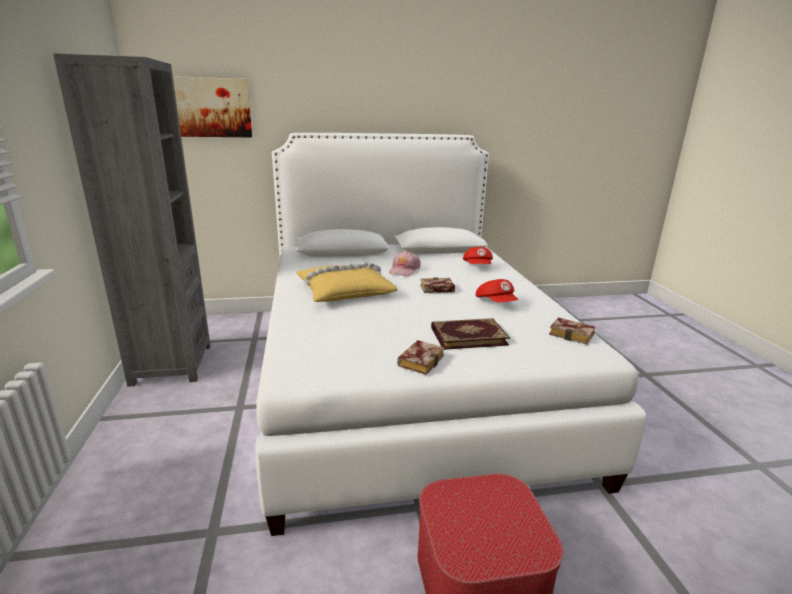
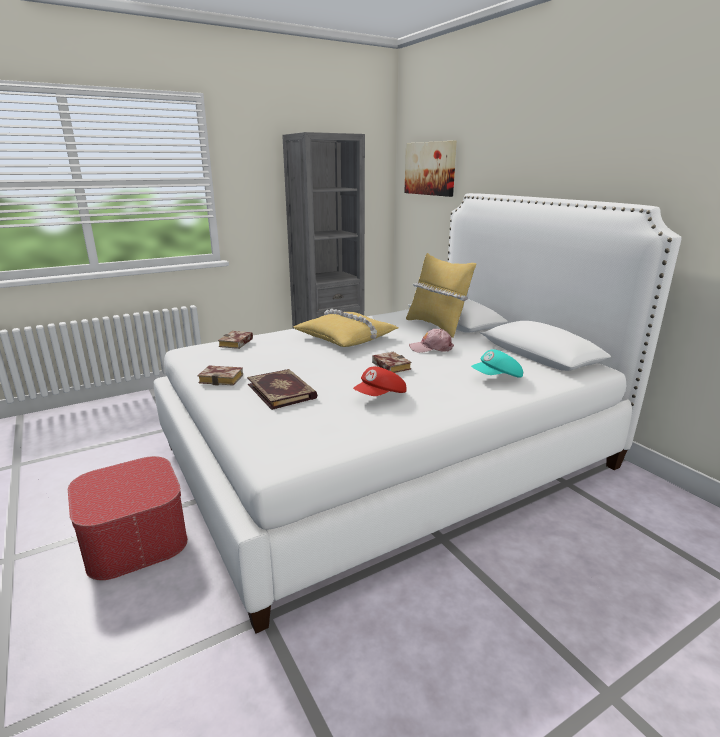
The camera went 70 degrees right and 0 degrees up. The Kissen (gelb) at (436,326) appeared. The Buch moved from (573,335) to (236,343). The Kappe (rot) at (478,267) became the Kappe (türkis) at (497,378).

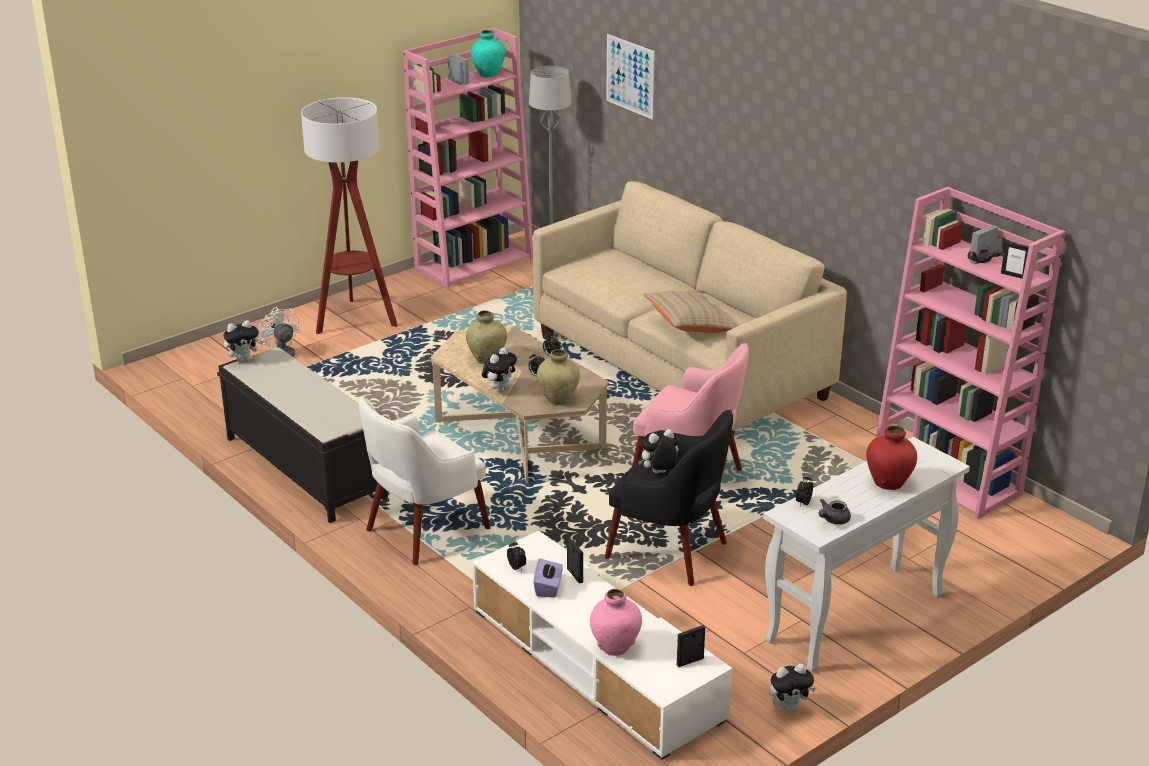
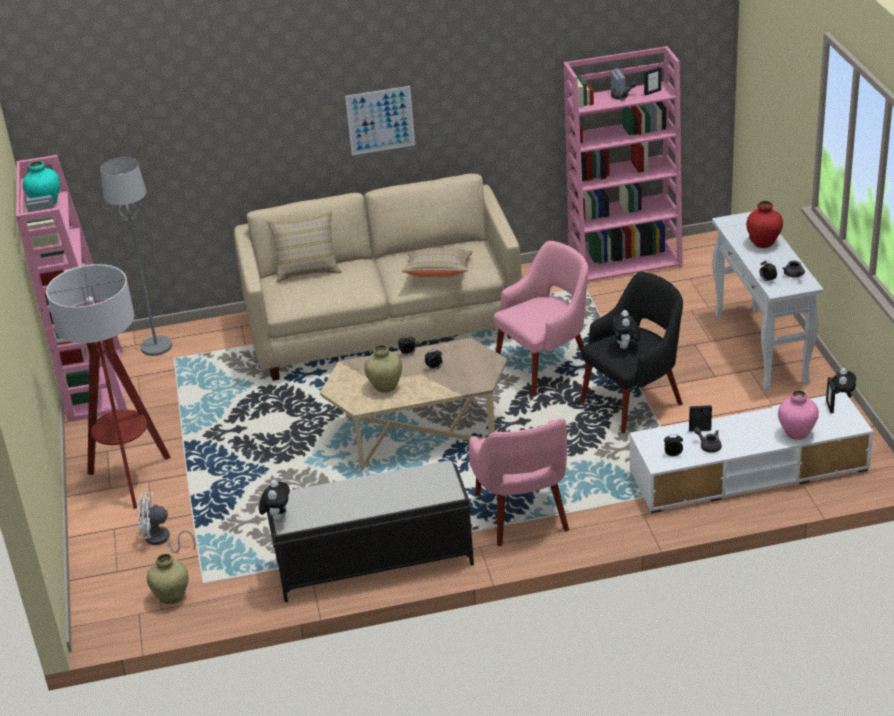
The camera went 60 degrees left and 5 degrees up. The Plüschtier at (500,389) disappeared. The Kissen (beige) at (307,269) appeared. The Vase (beige) moved from (558,399) to (172,597). The Bild moved from (630,76) to (380,120). The Taschentuchbox (lila) at (548,588) was replaced by the Teekanne (grau) at (708,445). The Sessel (weiß) at (425,530) became the Sessel (rosa) at (522,513).

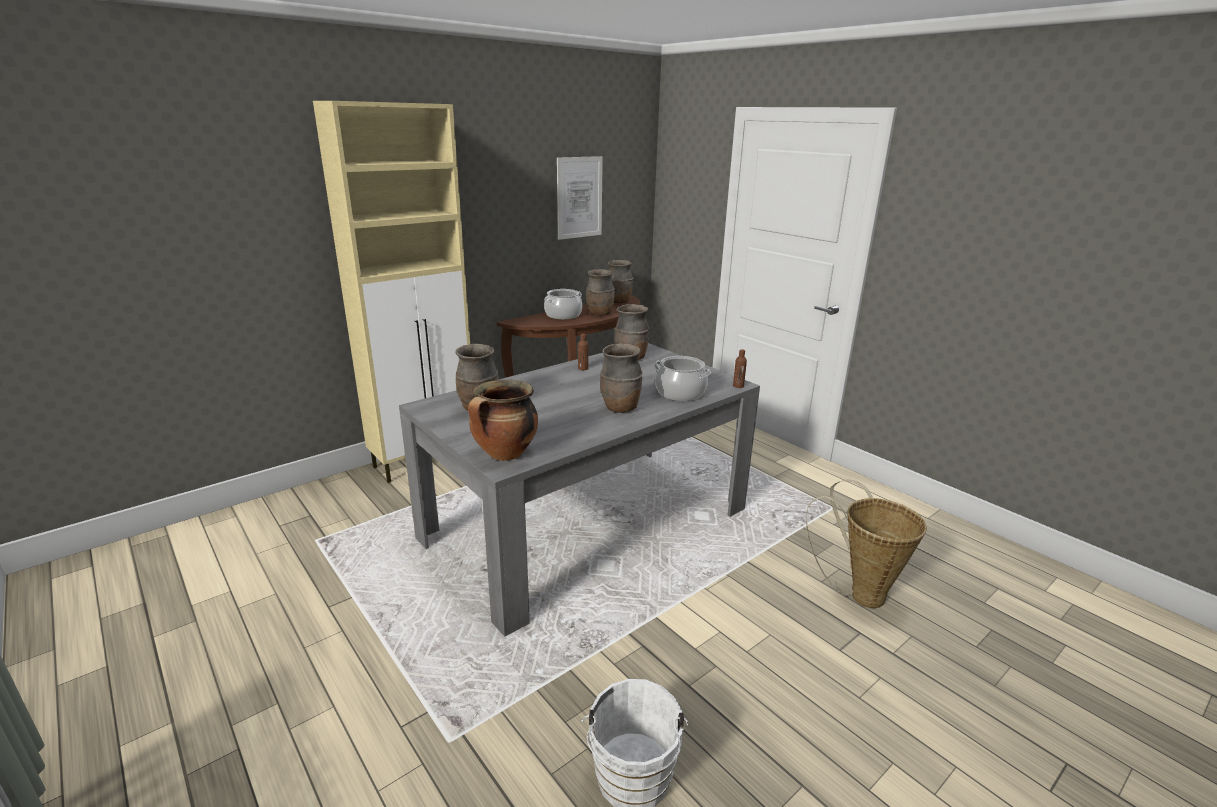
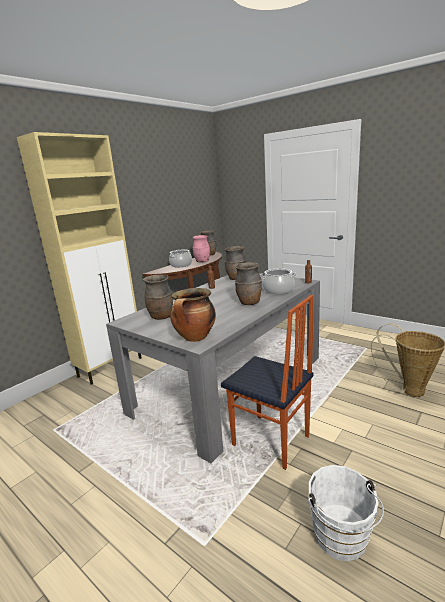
The camera went 10 degrees left and 5 degrees down. The Bild at (579,197) disappeared. The Stuhl at (270,441) appeared. The Vase (braun) at (600,314) became the Vase (rosa) at (202,261).

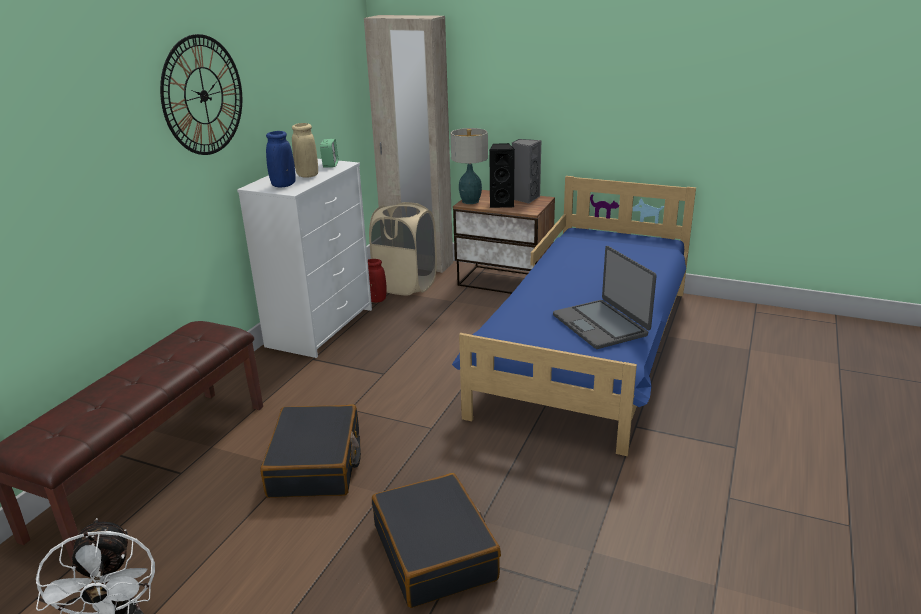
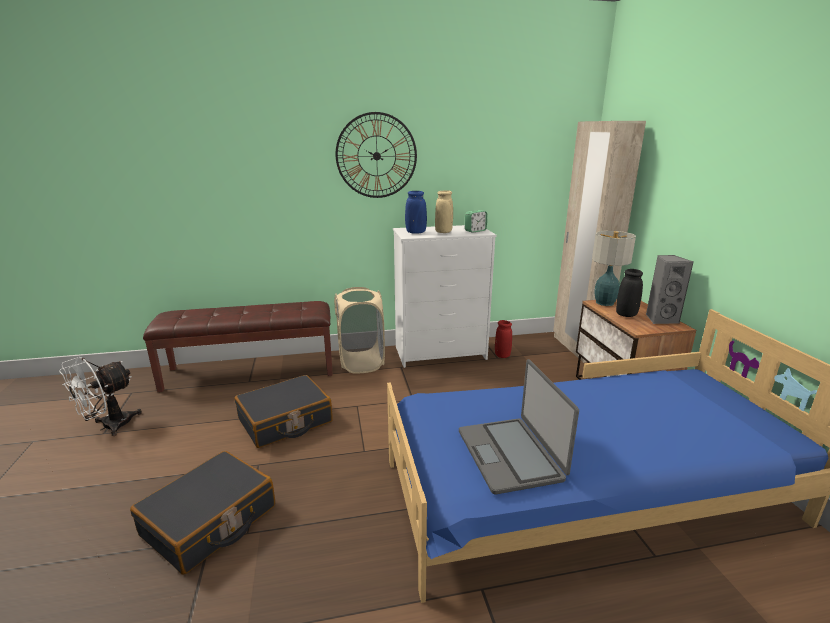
The camera went 55 degrees right and 5 degrees down. The Wäschekorb (beige) moved from (406,285) to (361,362). The Lautsprecher (schwarz) at (501,204) was replaced by the Vase (schwarz) at (626,314). The Laptop at (601,325) turned 45 degrees counterclockwise.

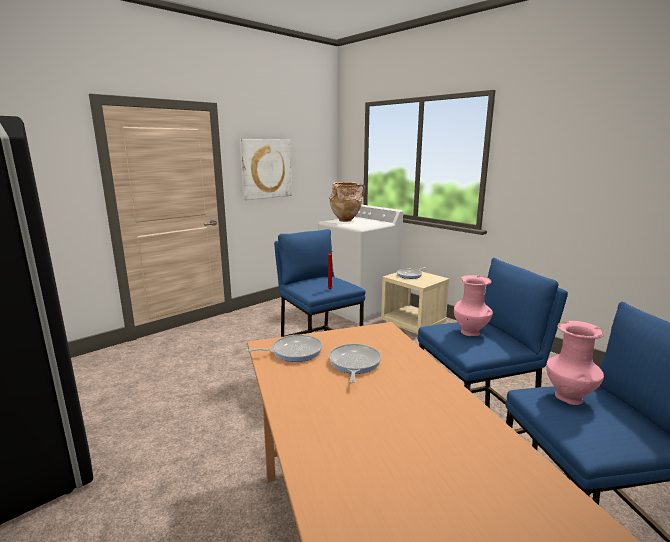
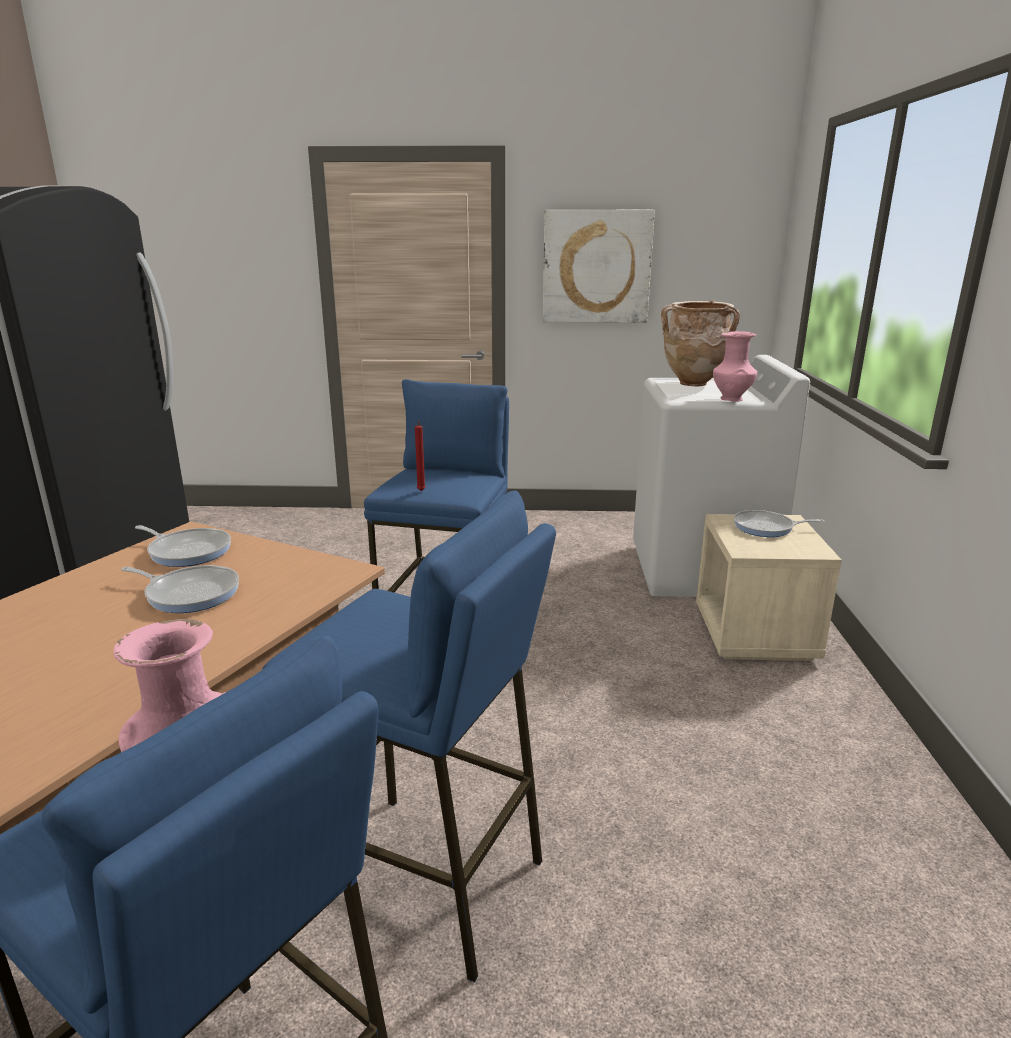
The camera went 45 degrees right and 5 degrees up. The Vase (rosa) moved from (471,333) to (732,399). The Pfanne at (354,364) turned 60 degrees clockwise.

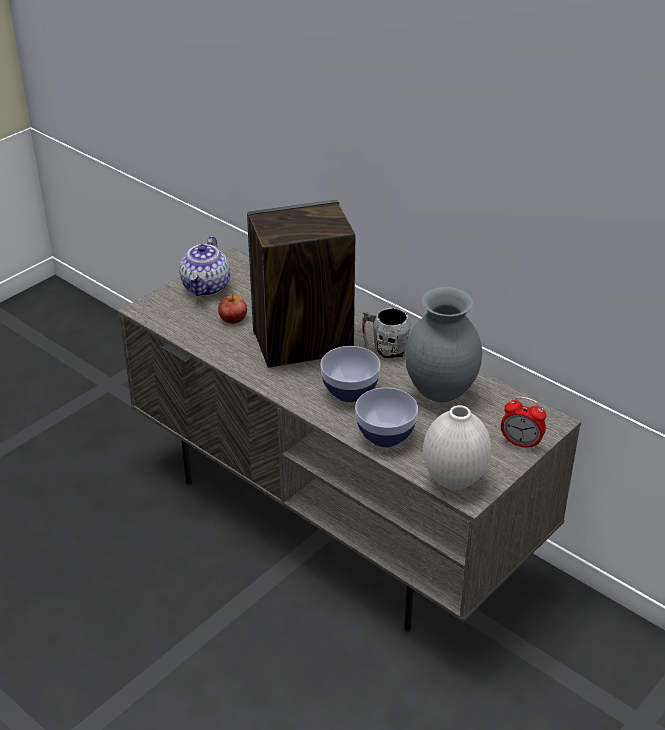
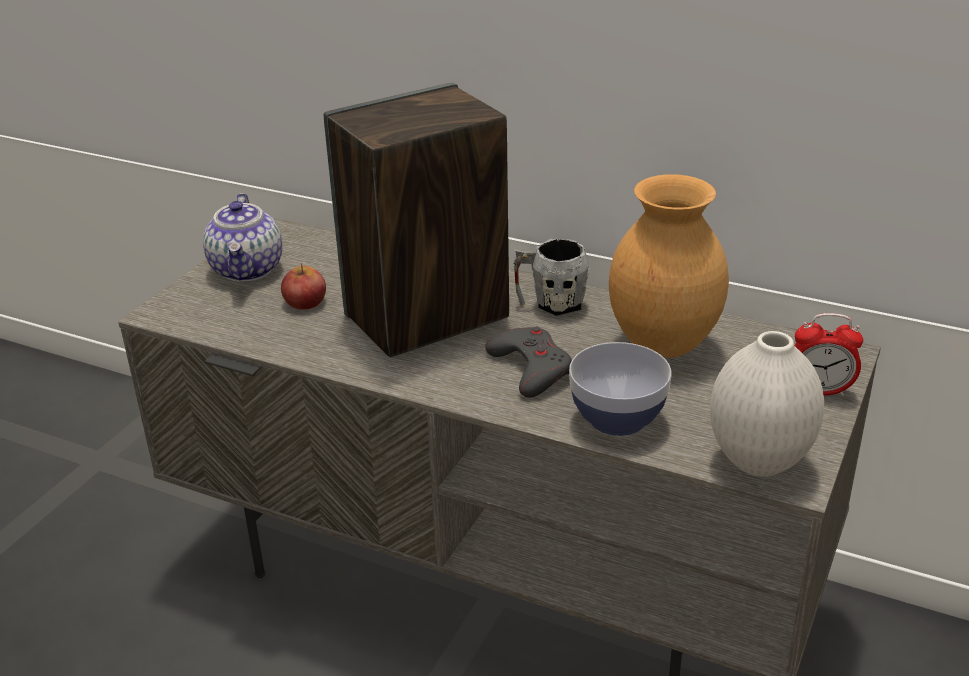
The camera went 15 degrees left and 5 degrees down. The Schüssel at (350,391) was replaced by the Gamepad (grau) at (530,368). The Vase (grau) at (441,392) became the Vase (braun) at (663,344).

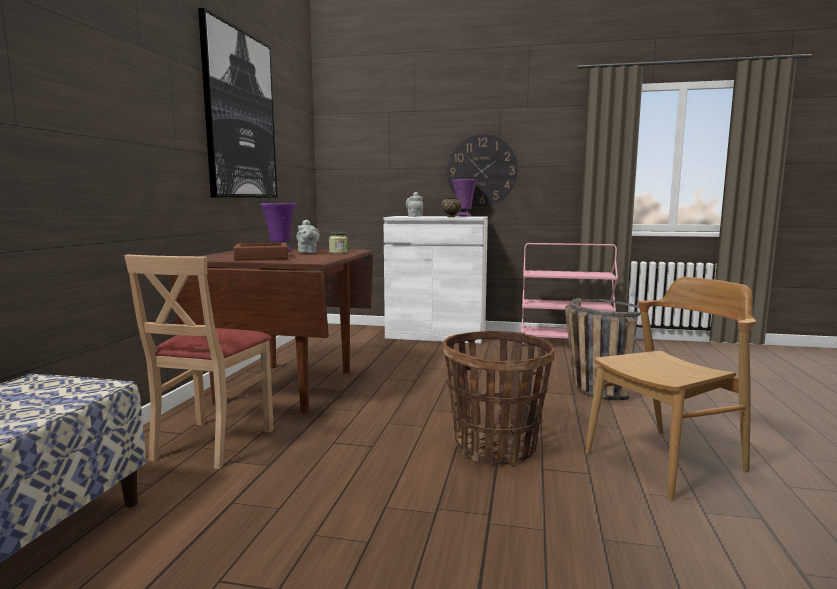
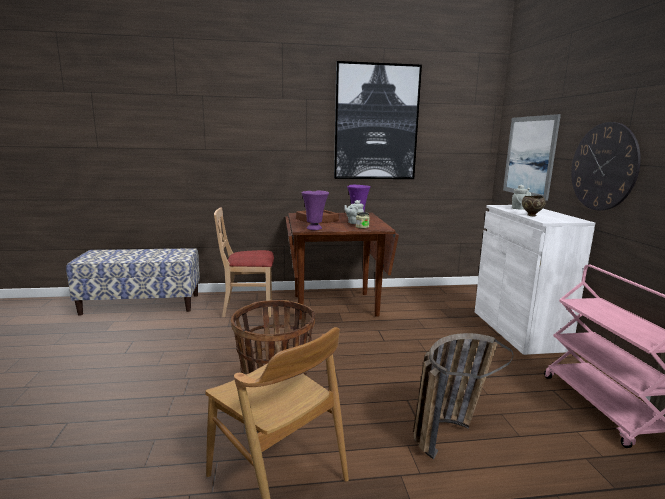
The camera went 70 degrees right and 5 degrees up. The Bild at (529,156) appeared. The Vase (lila) moved from (463,216) to (315,228).

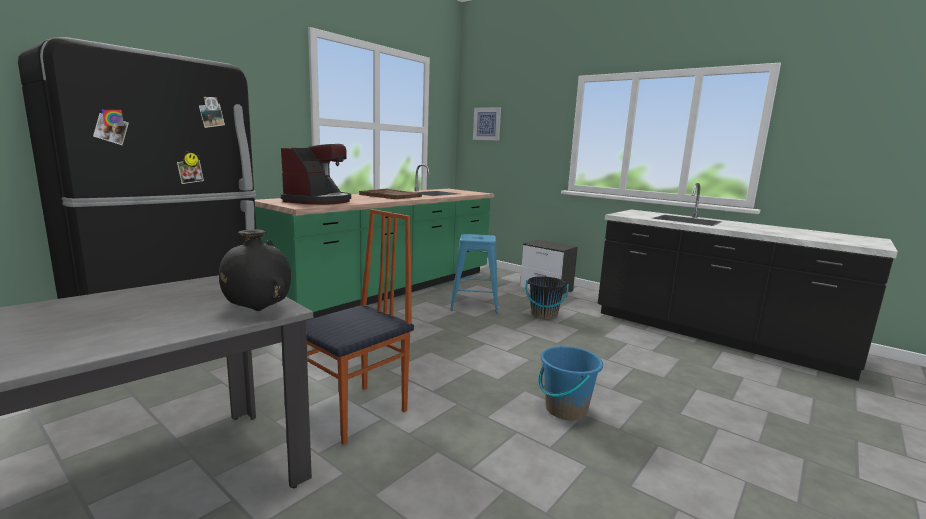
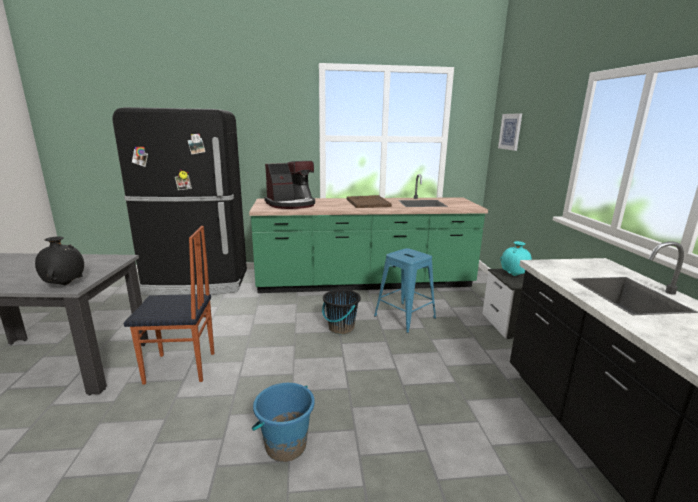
The camera went 45 degrees right and 5 degrees up. The Vase (türkis) at (514,275) appeared. The Eimer (schwarz) moved from (544,315) to (341,328).

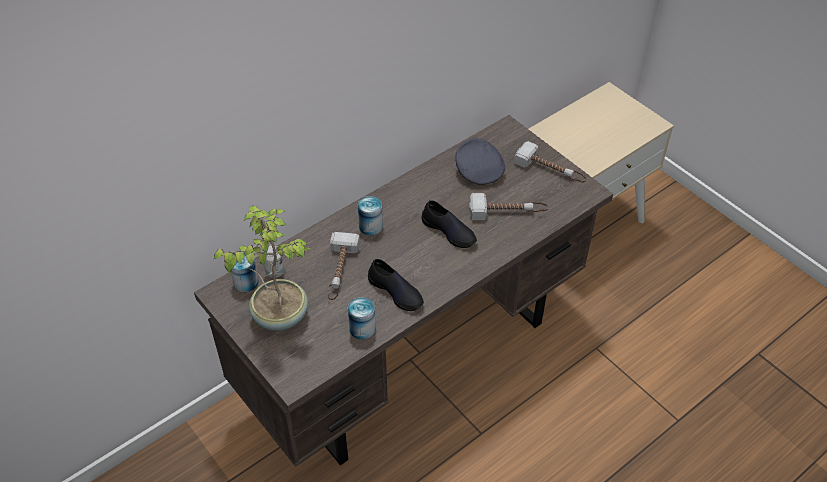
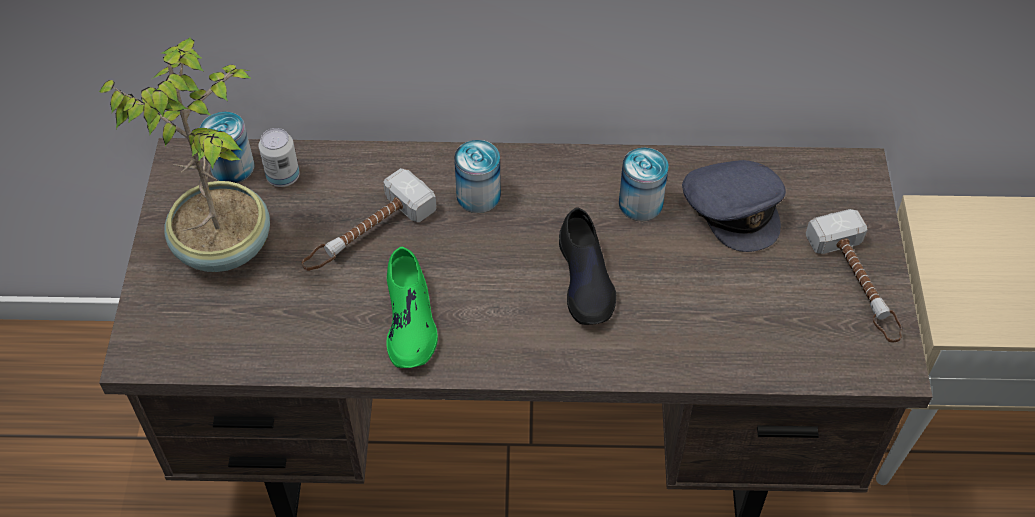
The camera went 40 degrees right and 5 degrees up. The Hammer at (508,211) disappeared. The Dose moved from (362,329) to (640,203). The Schuh (schwarz) at (396,291) became the Schuh (grün) at (410,320). The Kappe (grau) at (477,170) turned 135 degrees clockwise.

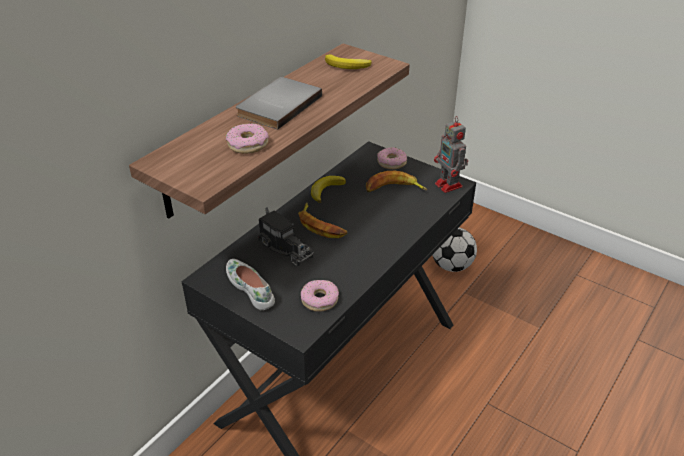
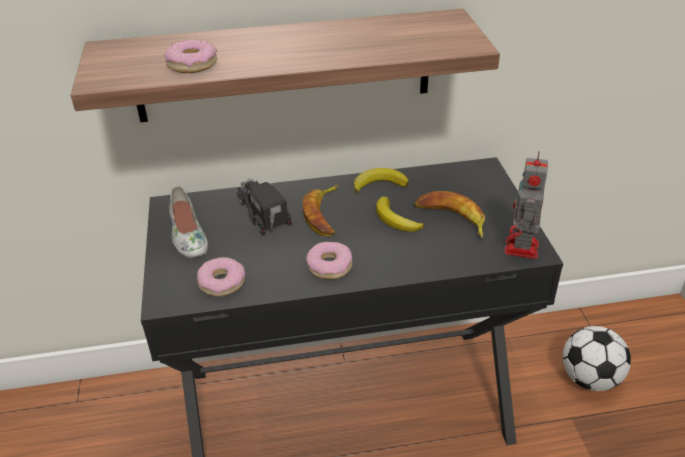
The camera went 45 degrees right and 0 degrees up. The Buch (grau) at (277,105) disappeared. The Banane moved from (348,66) to (395,219). The Donut moved from (391,162) to (330,266). The Schuh (weiß) at (251,287) turned 150 degrees clockwise. The Spielzeuglaster at (284,247) turned 150 degrees clockwise.

